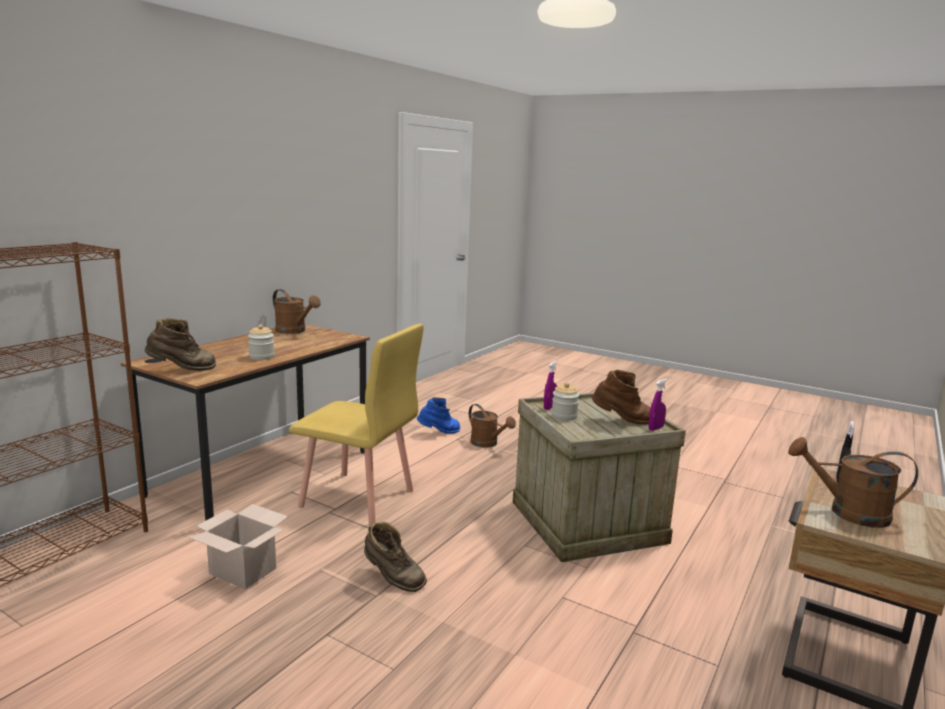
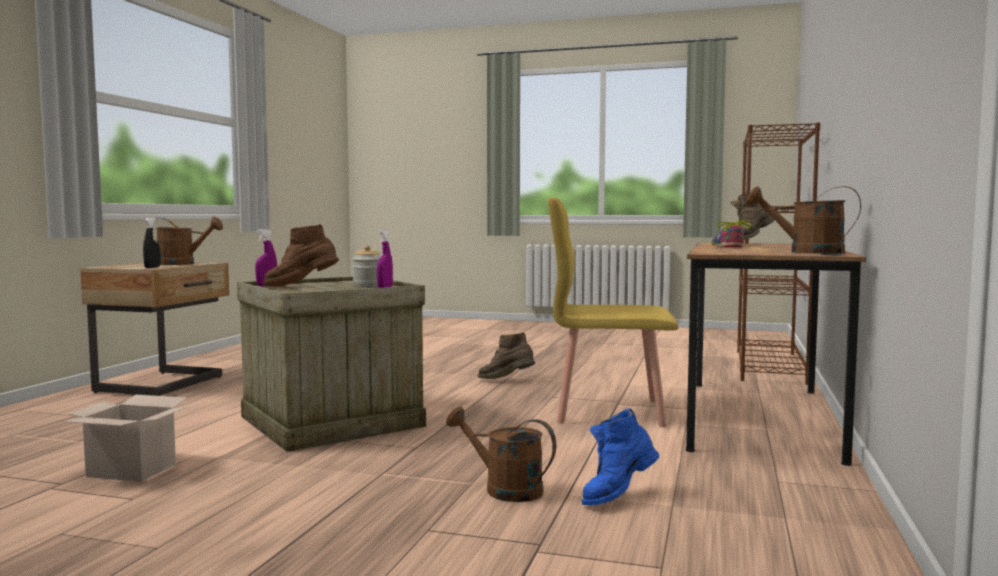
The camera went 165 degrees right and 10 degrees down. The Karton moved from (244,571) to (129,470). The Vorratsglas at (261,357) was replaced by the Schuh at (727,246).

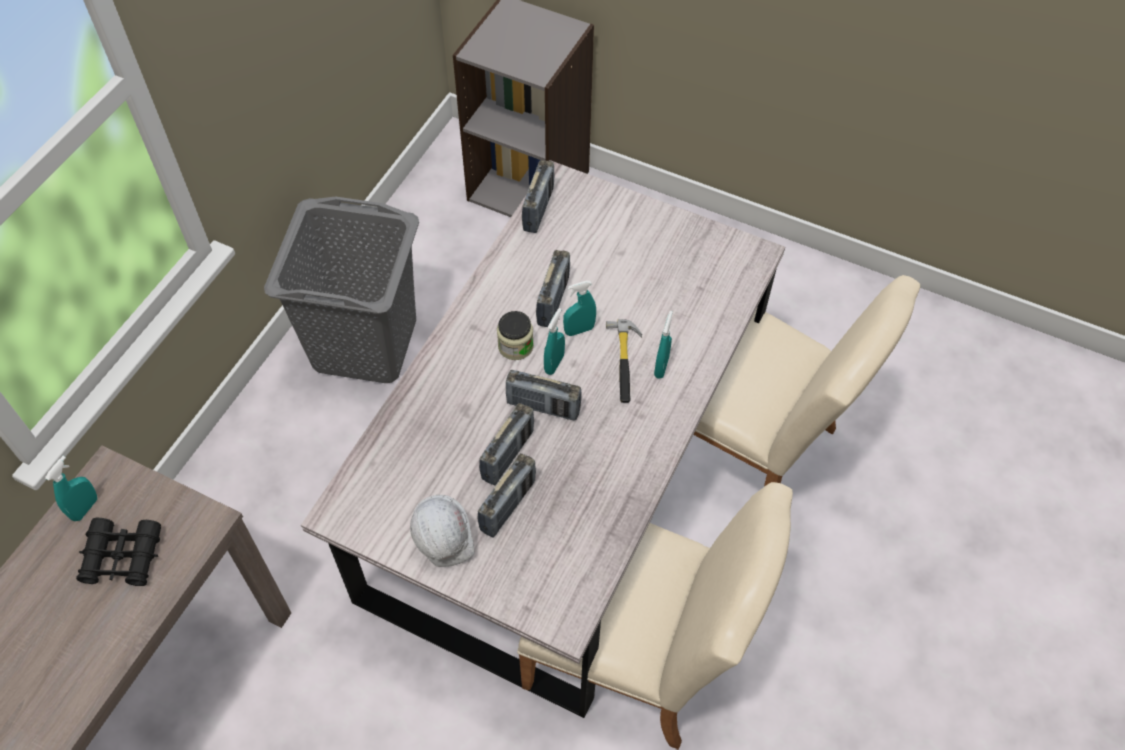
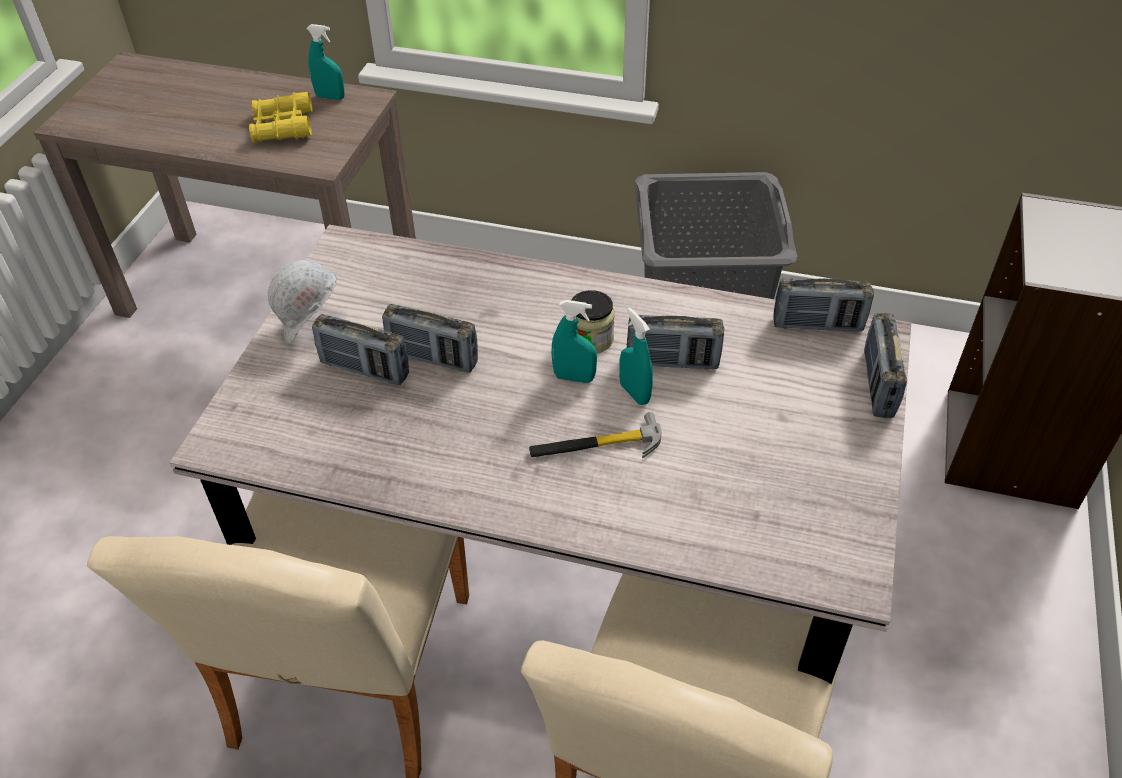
The camera went 80 degrees right and 10 degrees down. The Sprühflasche (türkis) at (661,367) disappeared. The Radio moved from (543,407) to (878,384). The Fernglas (schwarz) at (123,557) became the Fernglas (gelb) at (283,127).

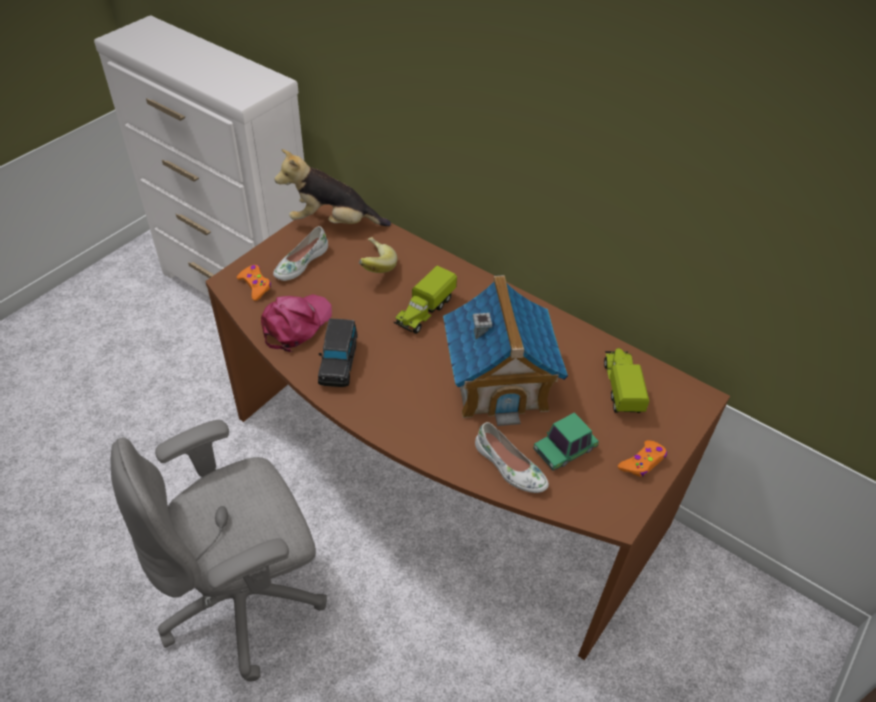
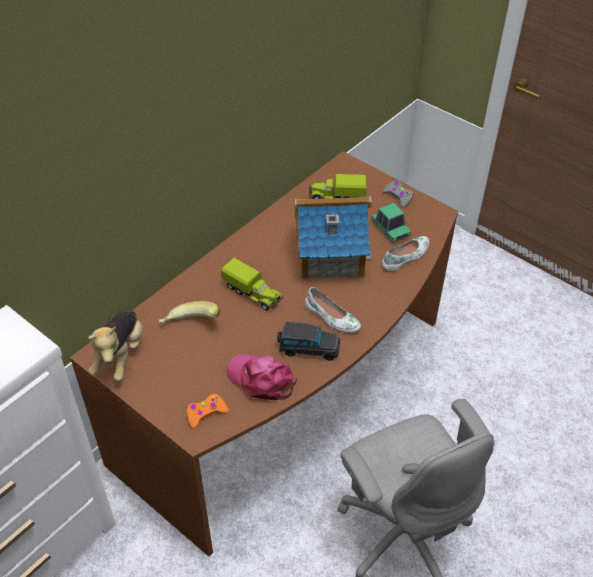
The camera went 85 degrees left and 0 degrees up. The Schuh (weiß) moved from (300,262) to (331,318). The Gamepad (orange) at (642,462) became the Gamepad (grau) at (398,196).

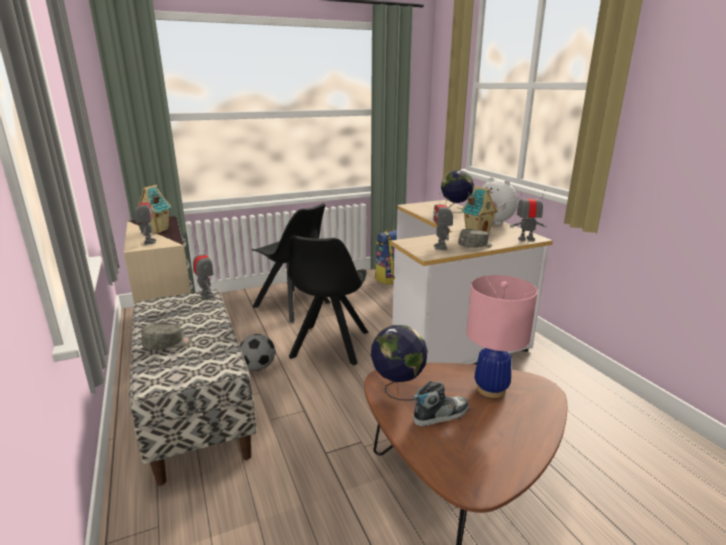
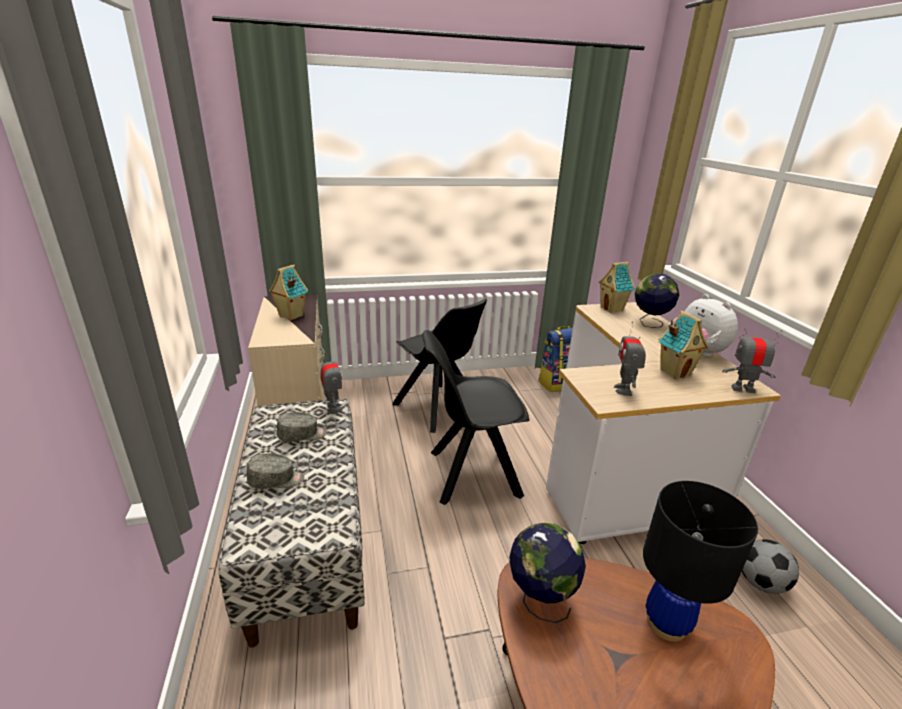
The camera went 10 degrees right and 5 degrees up. The Spielzeugroboter at (149,242) disappeared. The Schuh at (441,414) disappeared. The Spielzeughaus at (612,309) appeared. The Fußball moved from (258,367) to (761,583). The Kappe (grau) moved from (475,246) to (302,435). The Tischlampe (rosa) at (490,389) became the Tischlampe (schwarz) at (666,623). The Stuhl (schwarz) at (329,346) turned 60 degrees clockwise.

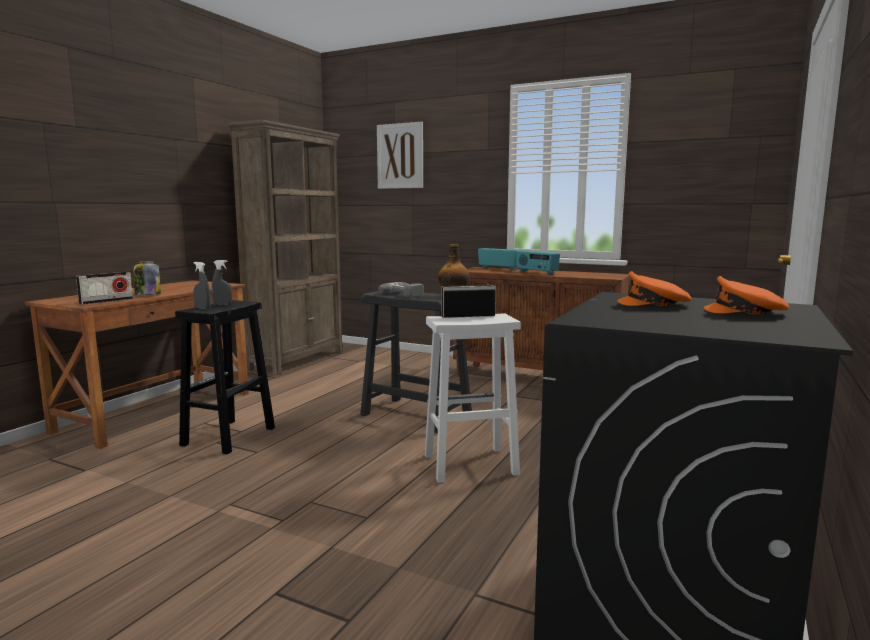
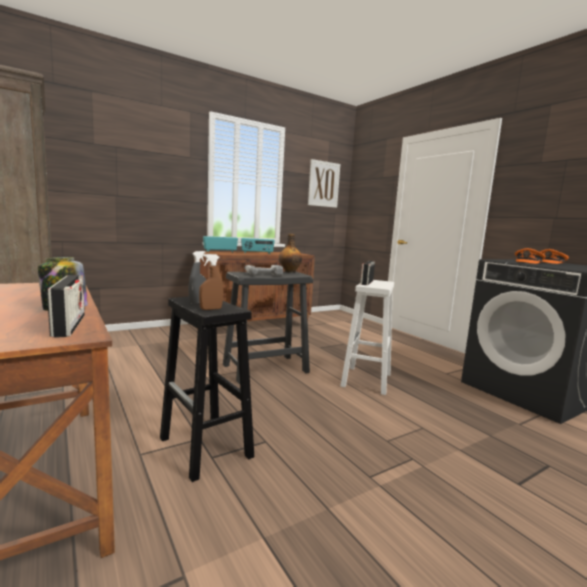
The camera went 60 degrees left and 0 degrees up. The Bild moved from (400,156) to (323,184). The Sprühflasche (grau) at (203,308) became the Sprühflasche (braun) at (211,309).

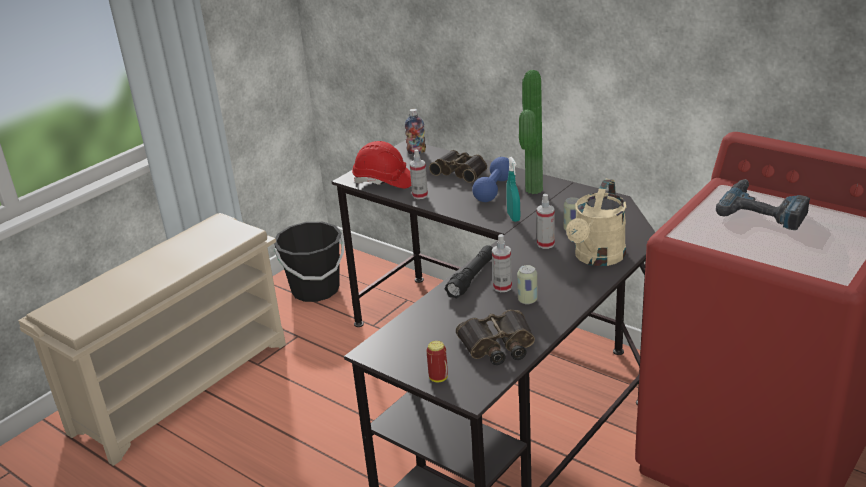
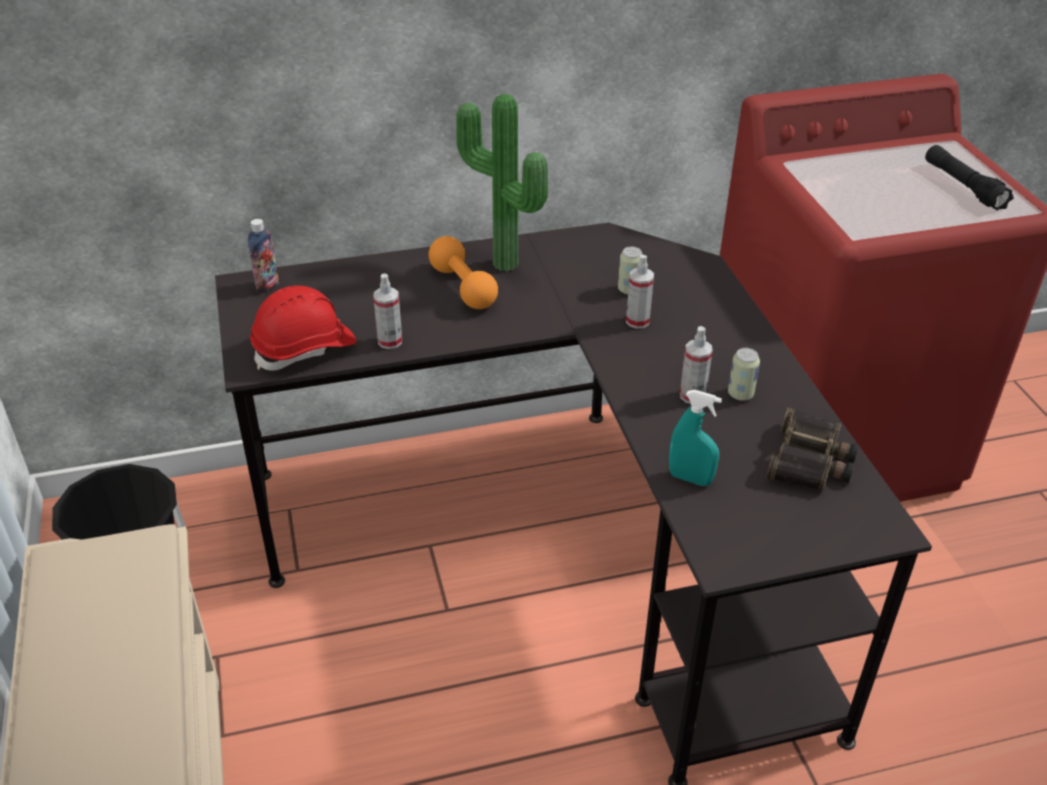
The camera went 55 degrees left and 10 degrees up. The Dose at (438,378) disappeared. The Fernglas at (461,171) disappeared. The Gießkanne (beige) at (597,258) disappeared. The Bohrmaschine at (763,211) disappeared. The Taschenlampe (schwarz) moved from (472,278) to (963,186). The Sprühflasche (türkis) moved from (513,217) to (690,478). The Hantel (blau) at (494,190) became the Hantel (orange) at (463,287).

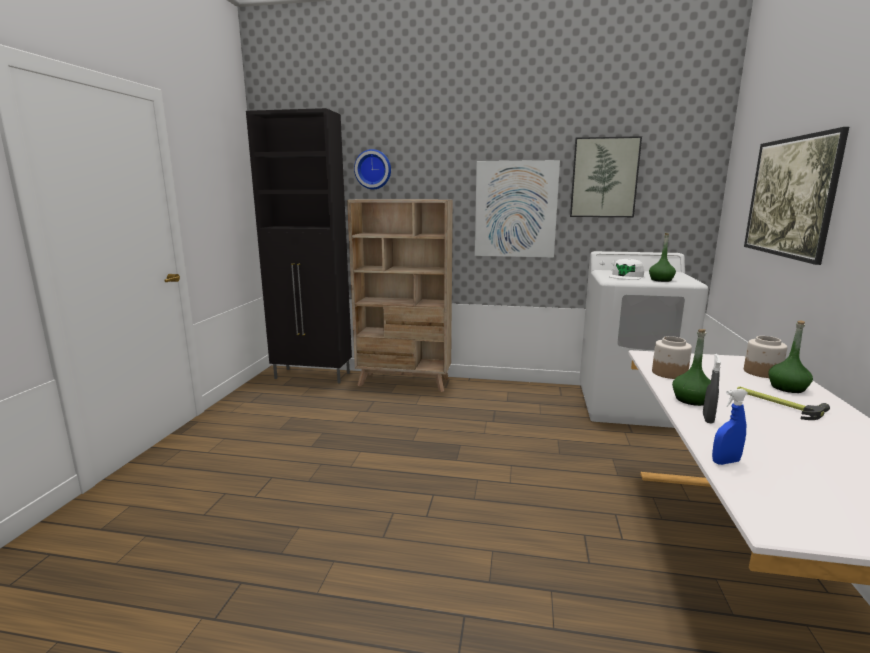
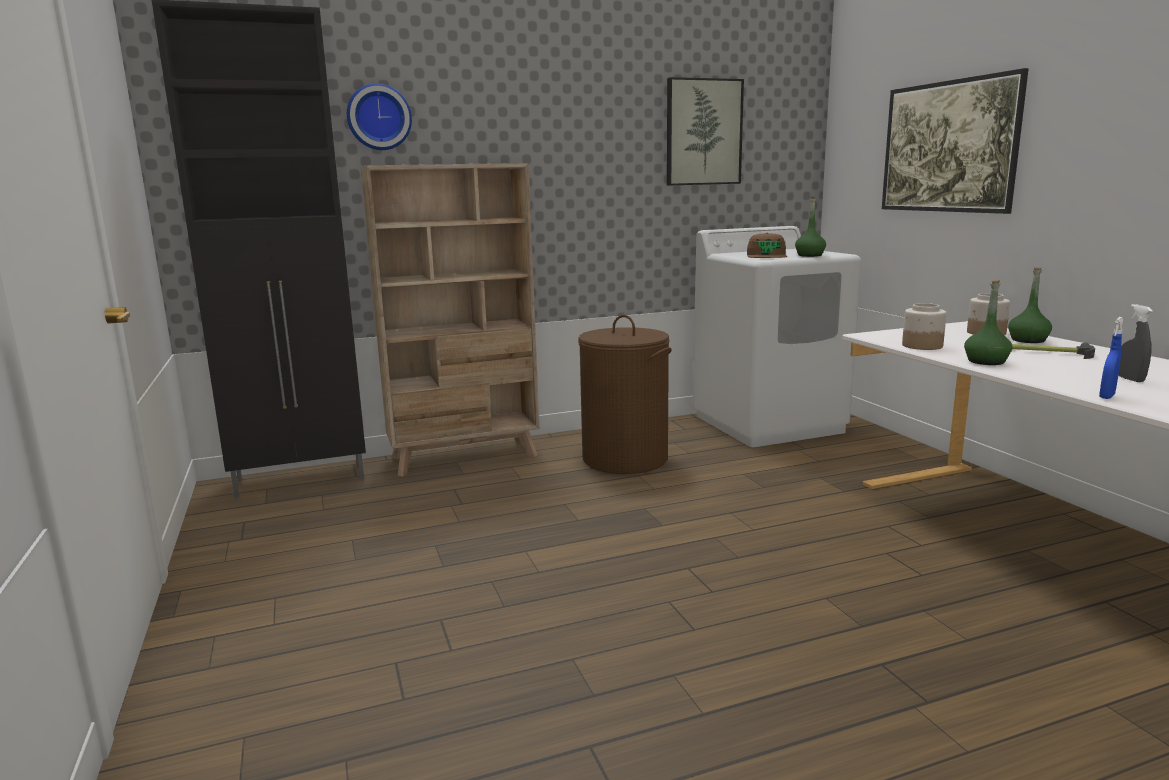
The camera went 30 degrees left and 0 degrees up. The Bild at (515,209) disappeared. The Wäschekorb (braun) at (624,459) appeared. The Sprühflasche (grau) moved from (708,418) to (1130,379). The Kappe (weiß) at (626,276) became the Kappe (braun) at (767,256).

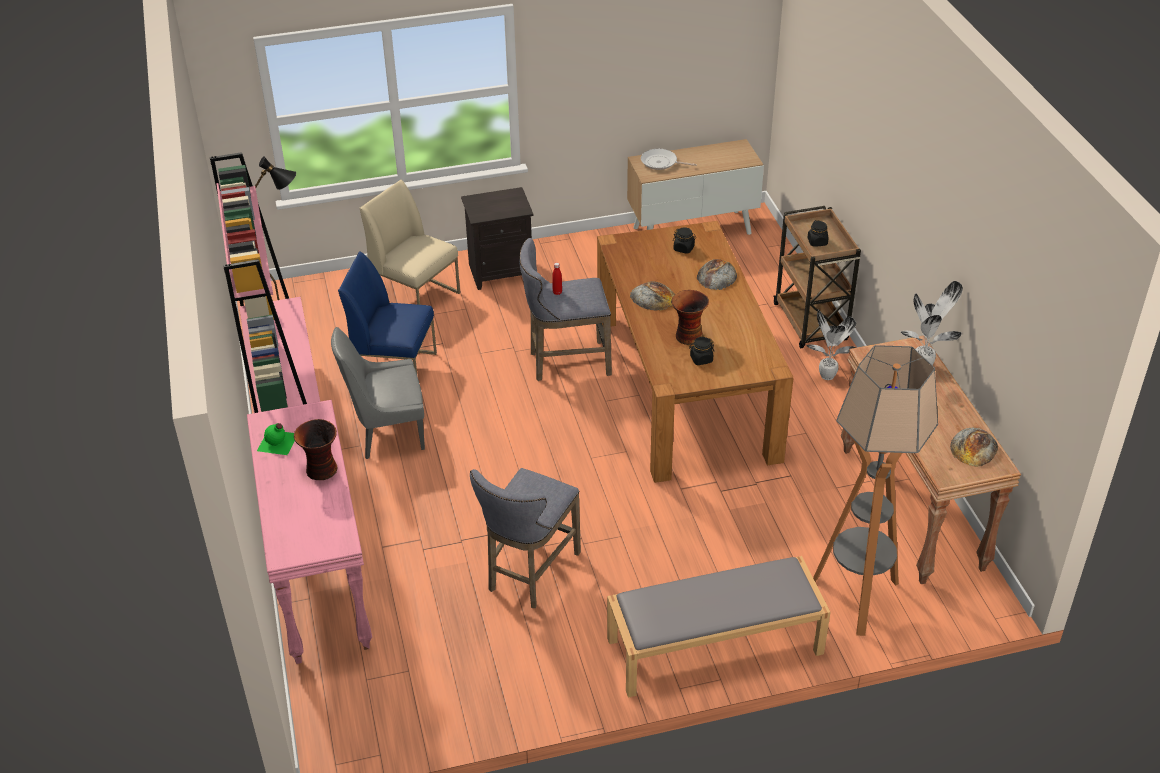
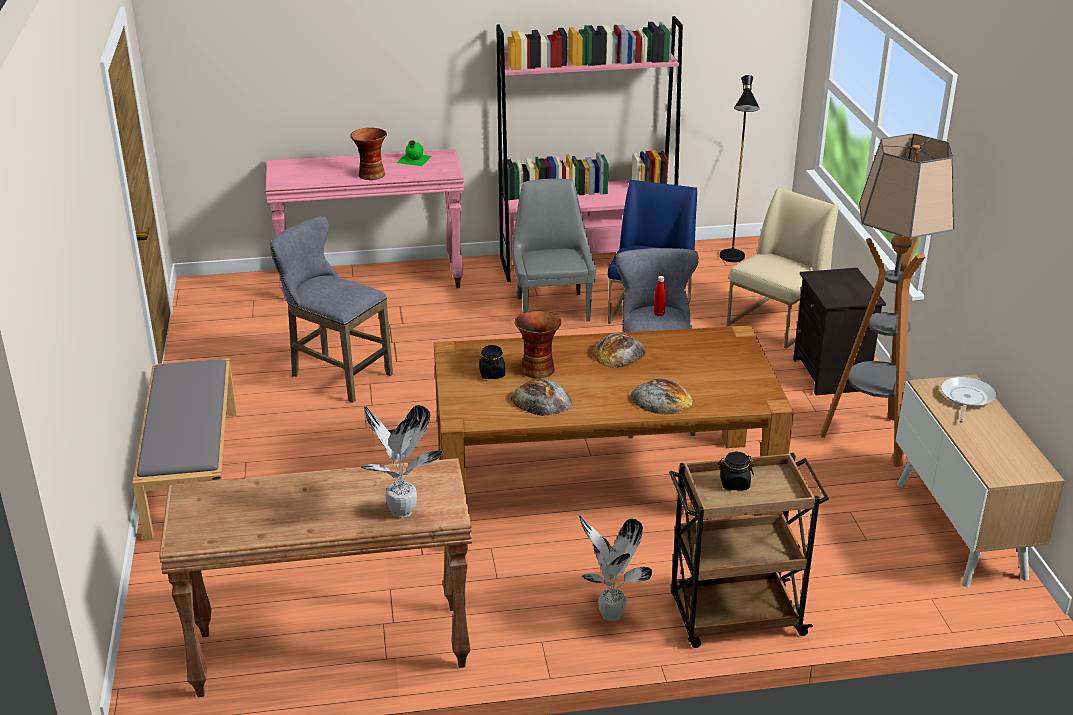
The camera went 95 degrees right and 10 degrees down. The Vorratsglas (schwarz) at (684,248) disappeared. The Stehlampe moved from (857,598) to (871,439). The Brot moved from (974,447) to (541,400).

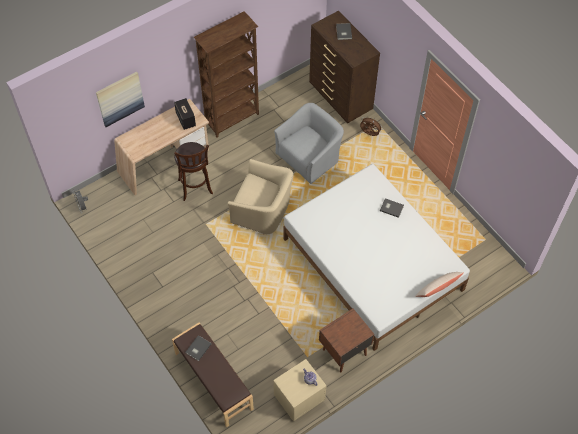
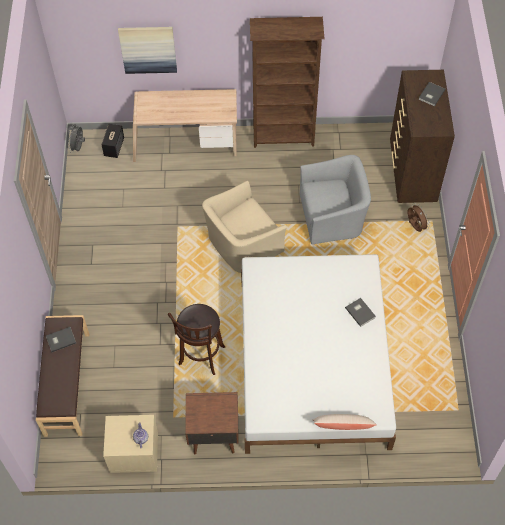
The camera went 35 degrees right and 0 degrees up. The Lautsprecher moved from (185,119) to (114,147). The Hocker (braun) moved from (195,188) to (201,358). The Sessel (beige) at (262,210) turned 90 degrees clockwise.

